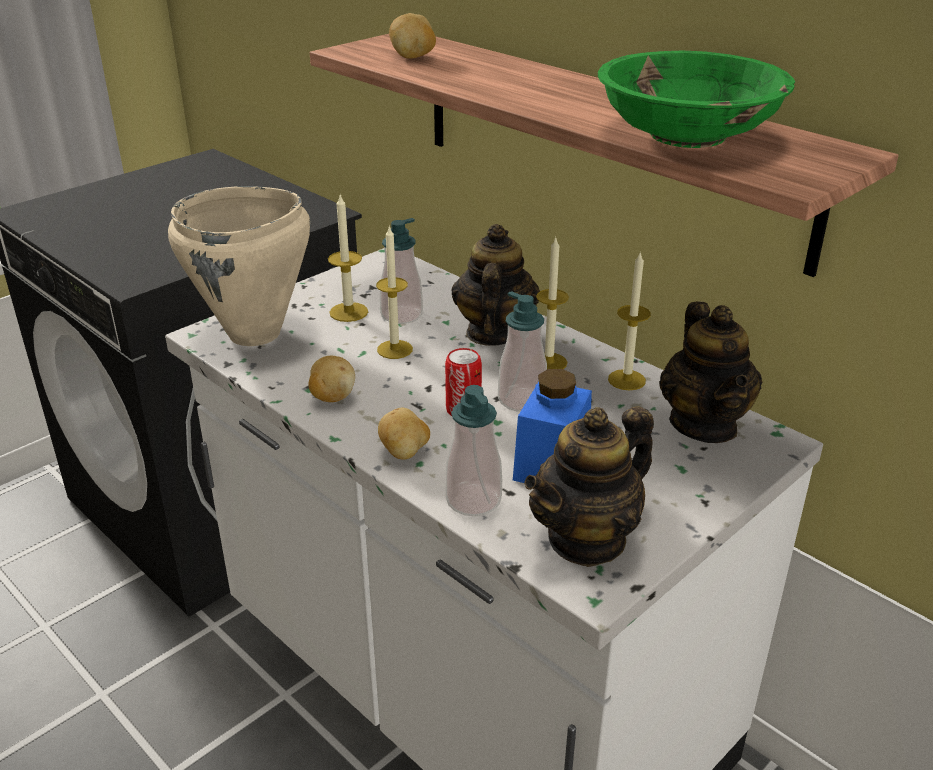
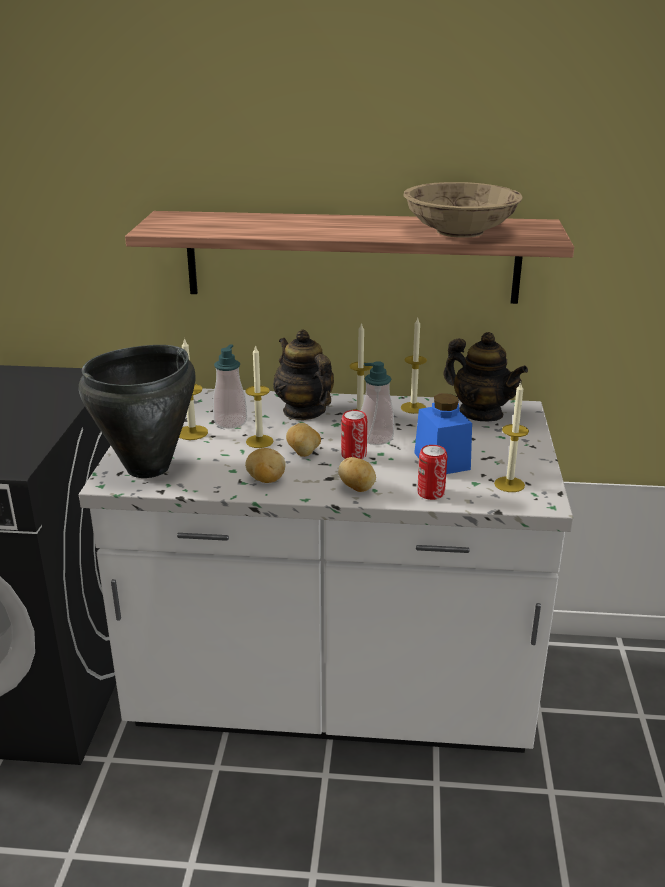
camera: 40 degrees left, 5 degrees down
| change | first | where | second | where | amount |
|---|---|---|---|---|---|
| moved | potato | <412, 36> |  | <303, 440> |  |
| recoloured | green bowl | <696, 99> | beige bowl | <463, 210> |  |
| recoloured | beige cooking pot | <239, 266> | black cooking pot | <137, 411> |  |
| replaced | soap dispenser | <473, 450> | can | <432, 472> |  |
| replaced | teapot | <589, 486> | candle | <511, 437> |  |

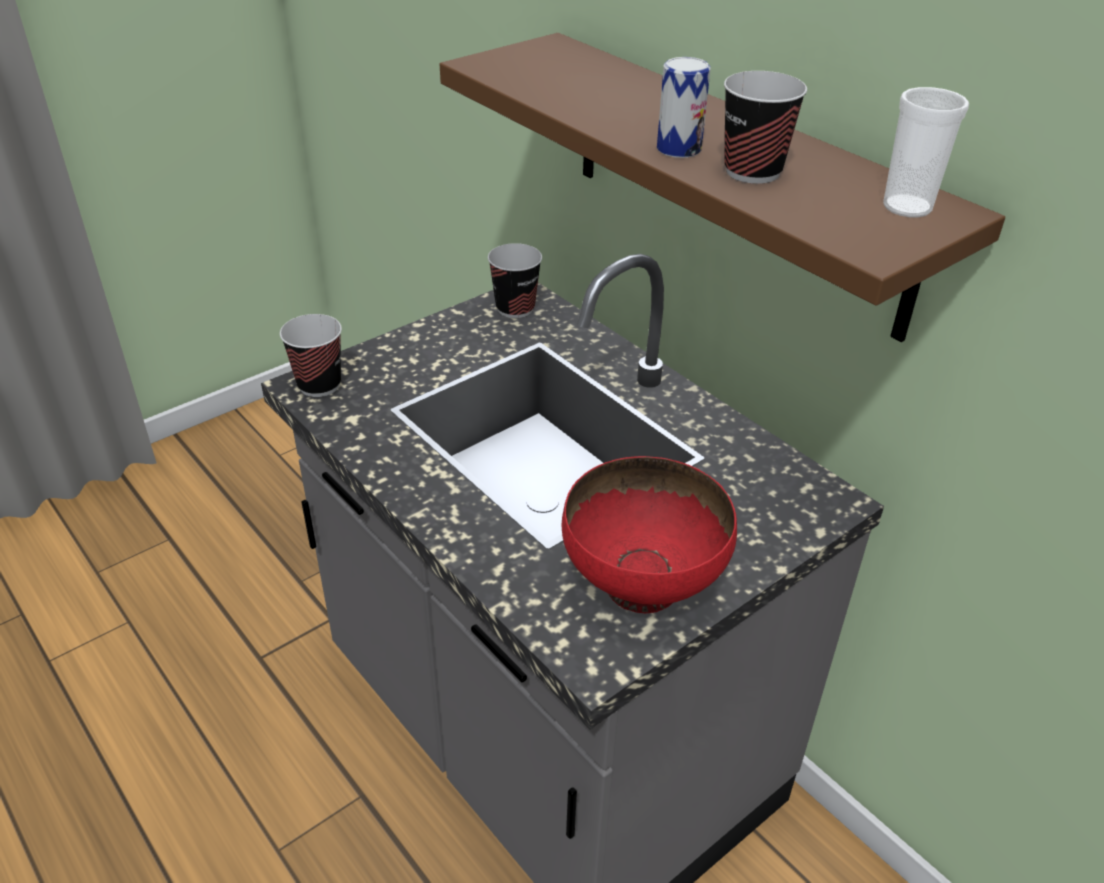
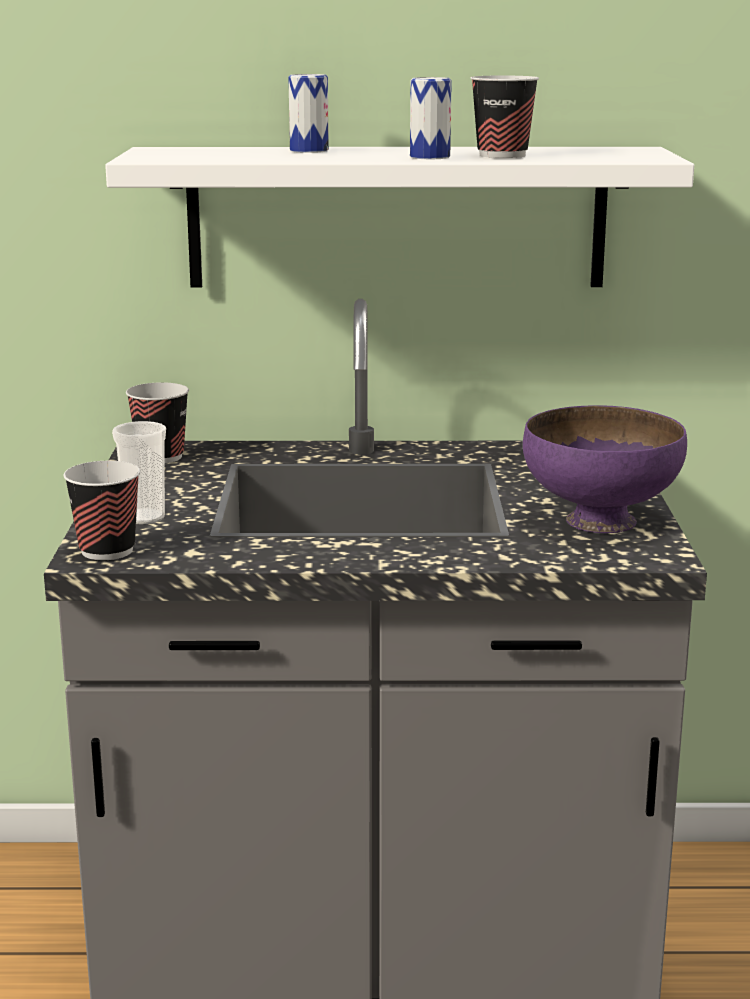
camera: 50 degrees left, 20 degrees down
| change | first | where | second | where | amount |
|---|---|---|---|---|---|
| recoloured | brown shelf | <722, 187> | white shelf | <399, 217> |  |
| moved | cup | <926, 152> |  | <139, 472> |  |
| recoloured | red bowl | <649, 534> | purple bowl | <605, 469> |  |
| added |  |  | can | <308, 113> |  |

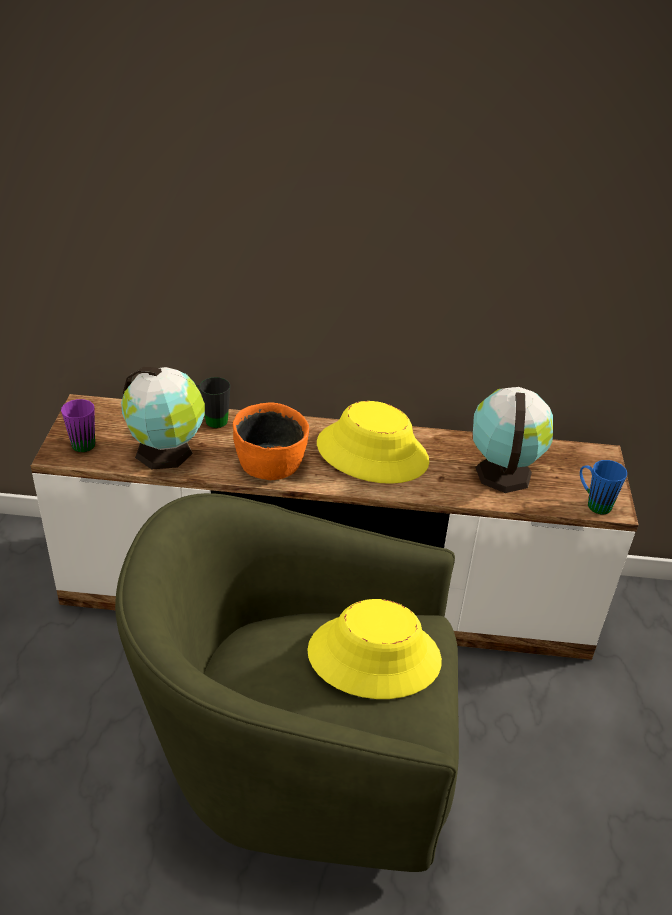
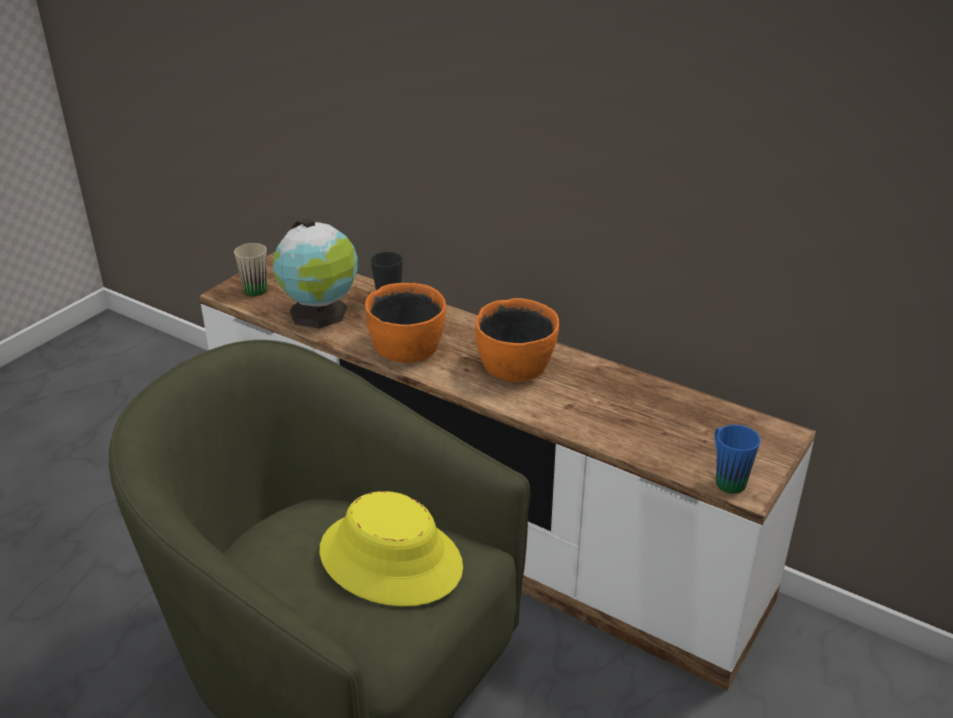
camera: 30 degrees right, 5 degrees down
| change | first | where | second | where | amount |
|---|---|---|---|---|---|
| removed | globe | <513, 440> |  |  |  |
| recoloured | purple mug | <78, 425> | beige mug | <250, 269> |  |
| replaced | yellow hat | <373, 442> | orange bowl | <517, 340> |  |

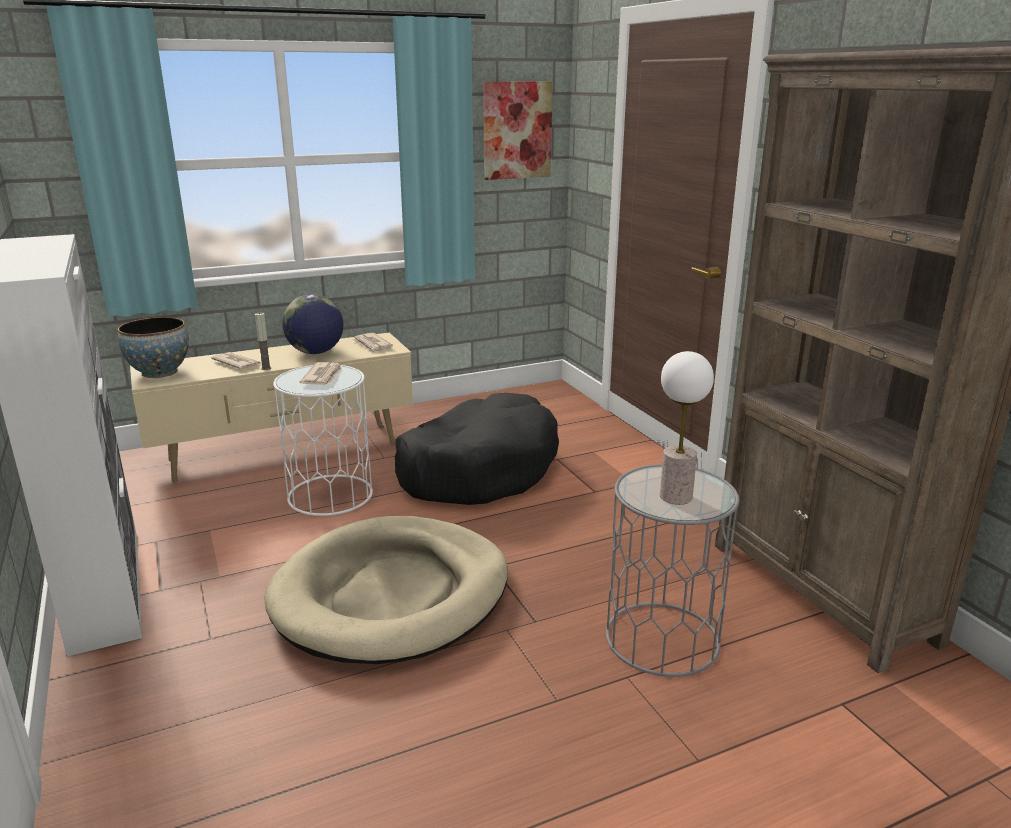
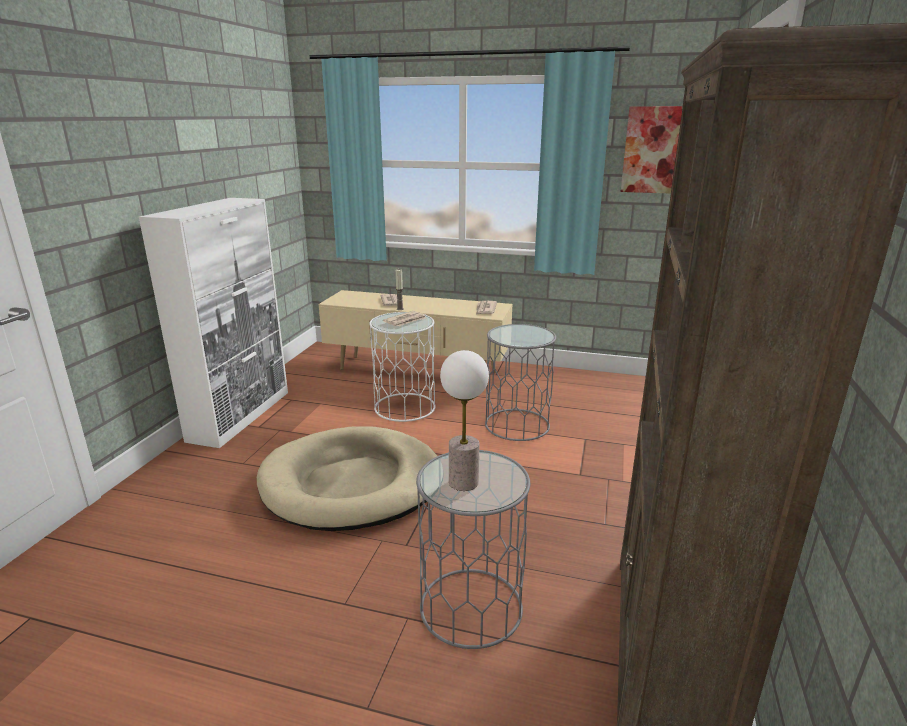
camera: 40 degrees right, 0 degrees up
| change | first | where | second | where | amount |
|---|---|---|---|---|---|
| removed | globe | <312, 324> |  |  |  |
| removed | bowl | <153, 347> |  |  |  |
| replaced | black dog bed | <477, 449> | grey side table | <520, 382> |  |

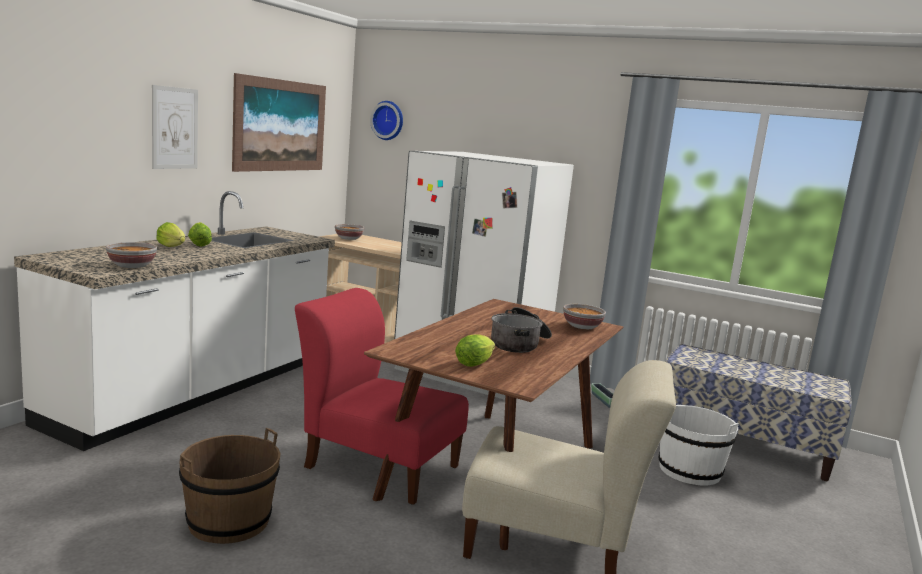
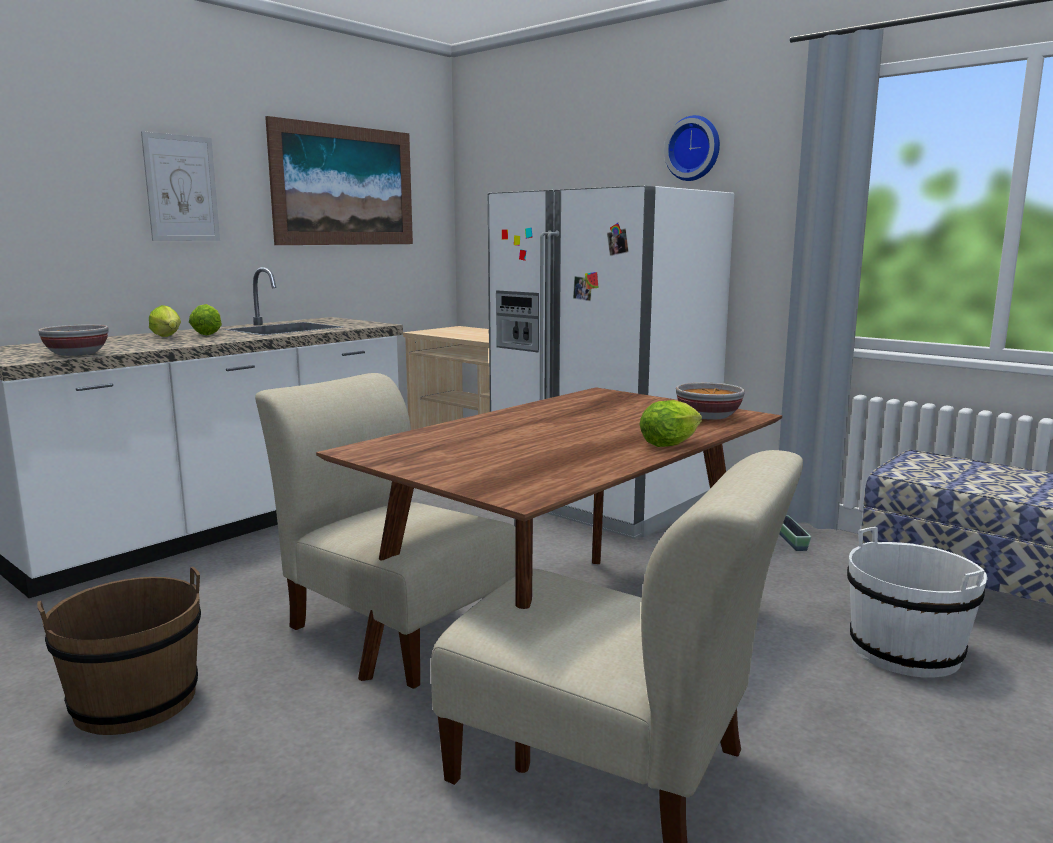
camera: 15 degrees right, 0 degrees up
| change | first | where | second | where | amount |
|---|---|---|---|---|---|
| moved | wall clock | <386, 120> |  | <692, 148> |  |
| removed | bowl | <349, 232> |  |  |  |
| recoloured | red chair | <382, 396> | beige chair | <385, 531> |  |
| removed | cooking pot | <521, 330> |  |  |  |
| moved | lettuce | <475, 350> |  | <670, 423> |  |

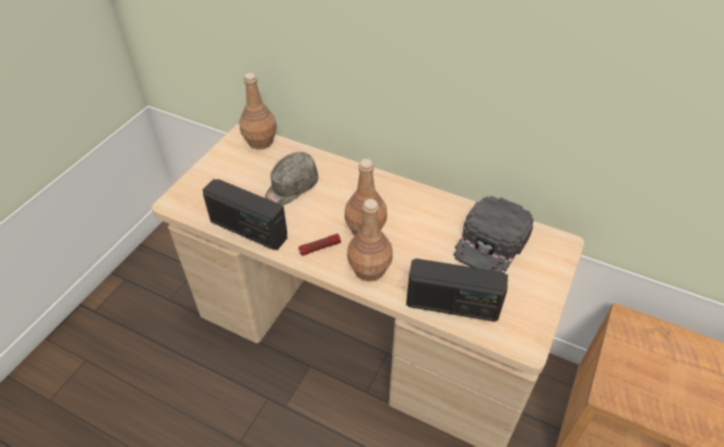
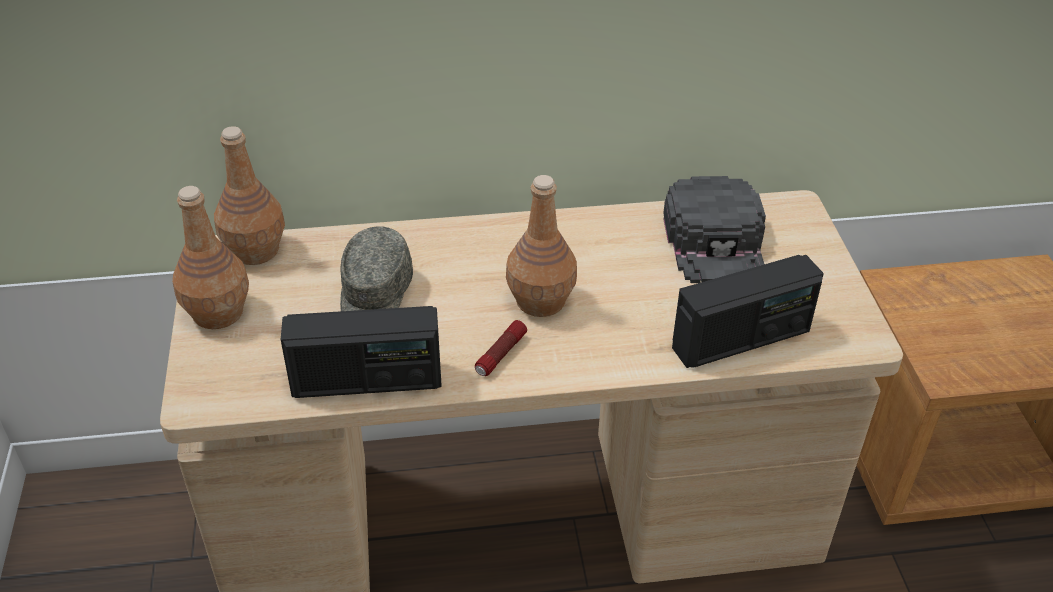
camera: 35 degrees left, 5 degrees down
| change | first | where | second | where | amount |
|---|---|---|---|---|---|
| moved | brown bottle | <370, 240> |  | <210, 257> |  |

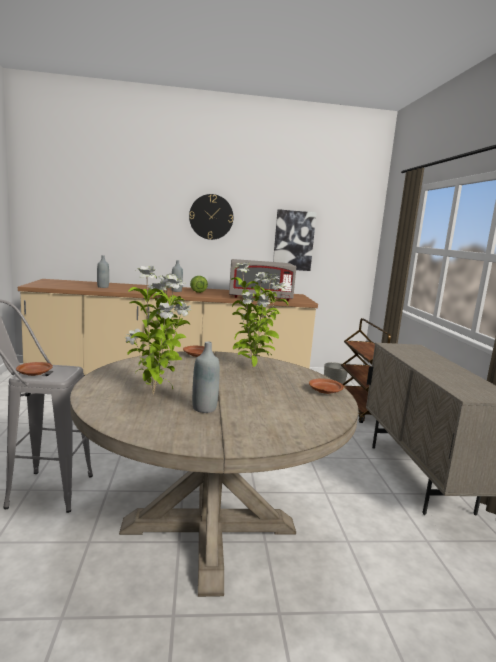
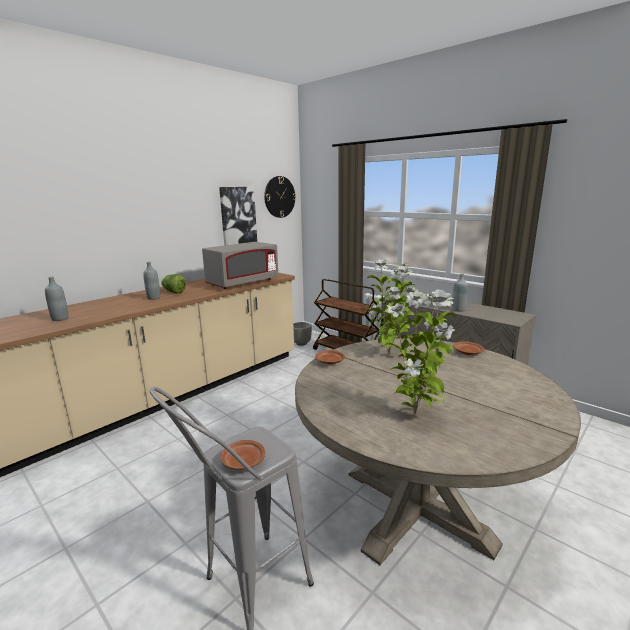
camera: 40 degrees left, 5 degrees up
| change | first | where | second | where | amount |
|---|---|---|---|---|---|
| moved | wall clock | <211, 217> |  | <280, 197> |  |
| moved | grey bottle | <206, 377> |  | <460, 293> |  |

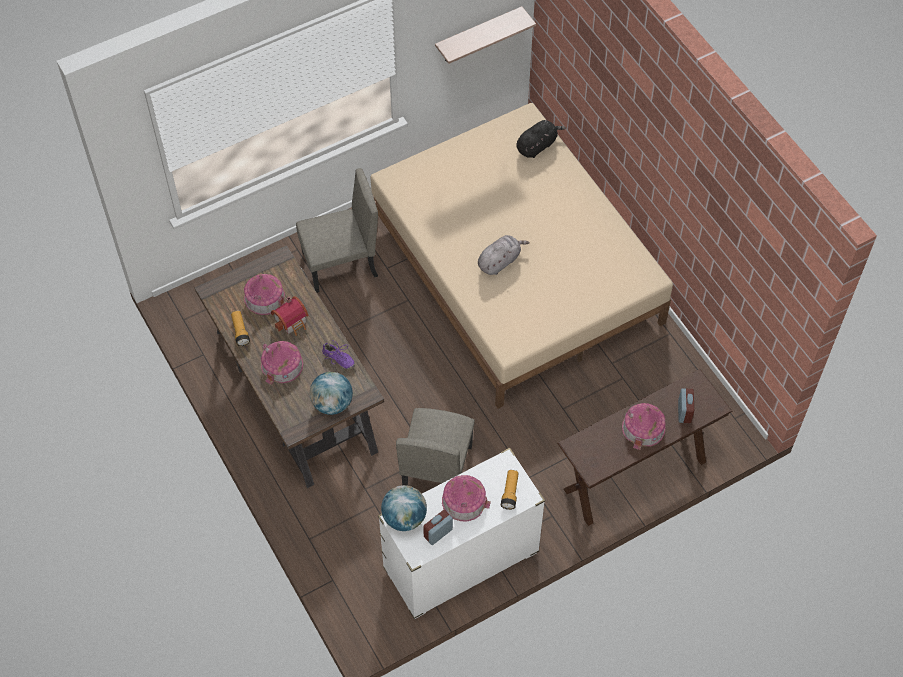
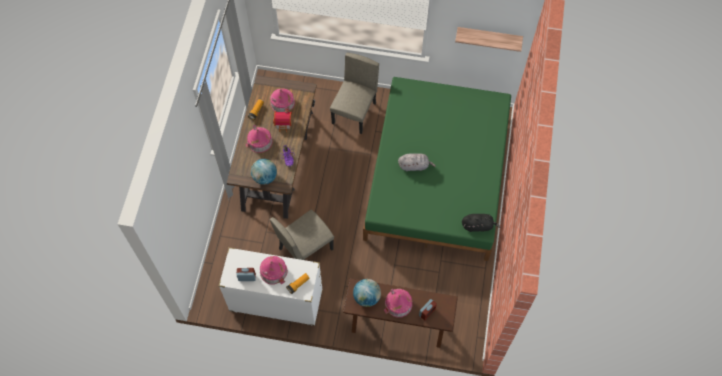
camera: 40 degrees right, 5 degrees up
| change | first | where | second | where | amount |
|---|---|---|---|---|---|
| recoloured | beige bed | <521, 255> | green bed | <437, 169> |  |
| moved | black plush toy | <541, 139> |  | <481, 223> |  |
| turned | beige chair | <337, 230> |  | <354, 93> | 90 degrees counterclockwise |
| moved | globe | <404, 508> |  | <367, 293> |  |

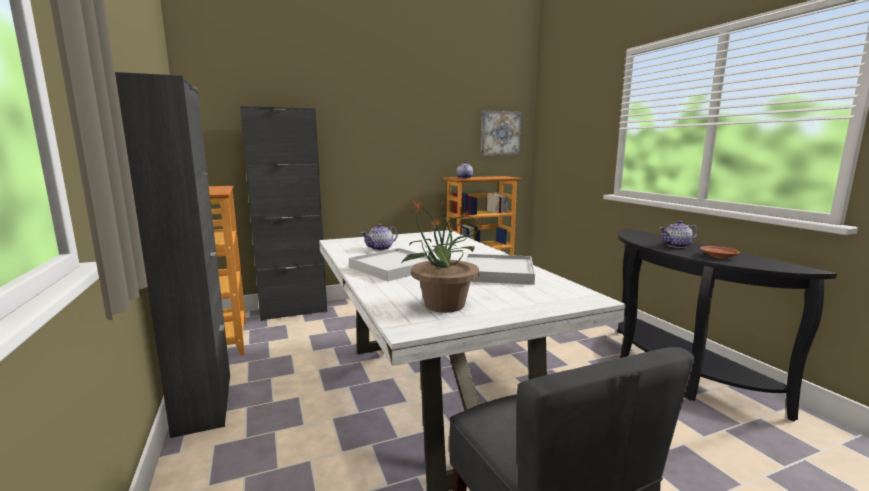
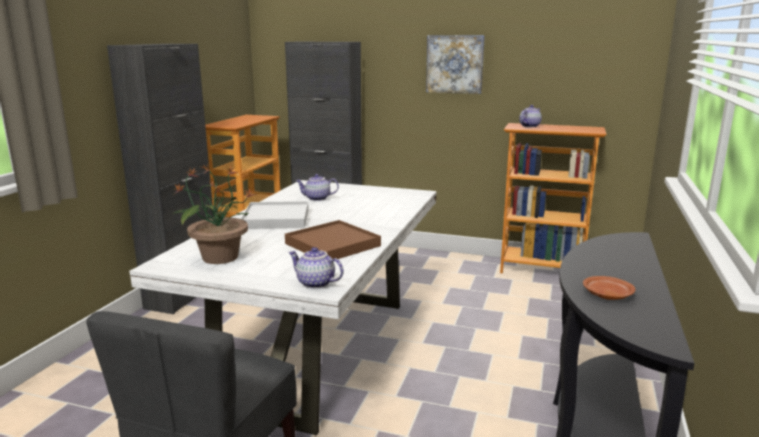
camera: 40 degrees right, 5 degrees up
| change | first | where | second | where | amount |
|---|---|---|---|---|---|
| moved | picture | <501, 132> |  | <455, 64> |  |
| moved | teapot | <679, 234> |  | <316, 268> |  |
| recoloured | white tray | <500, 269> | brown tray | <333, 239> |  |

